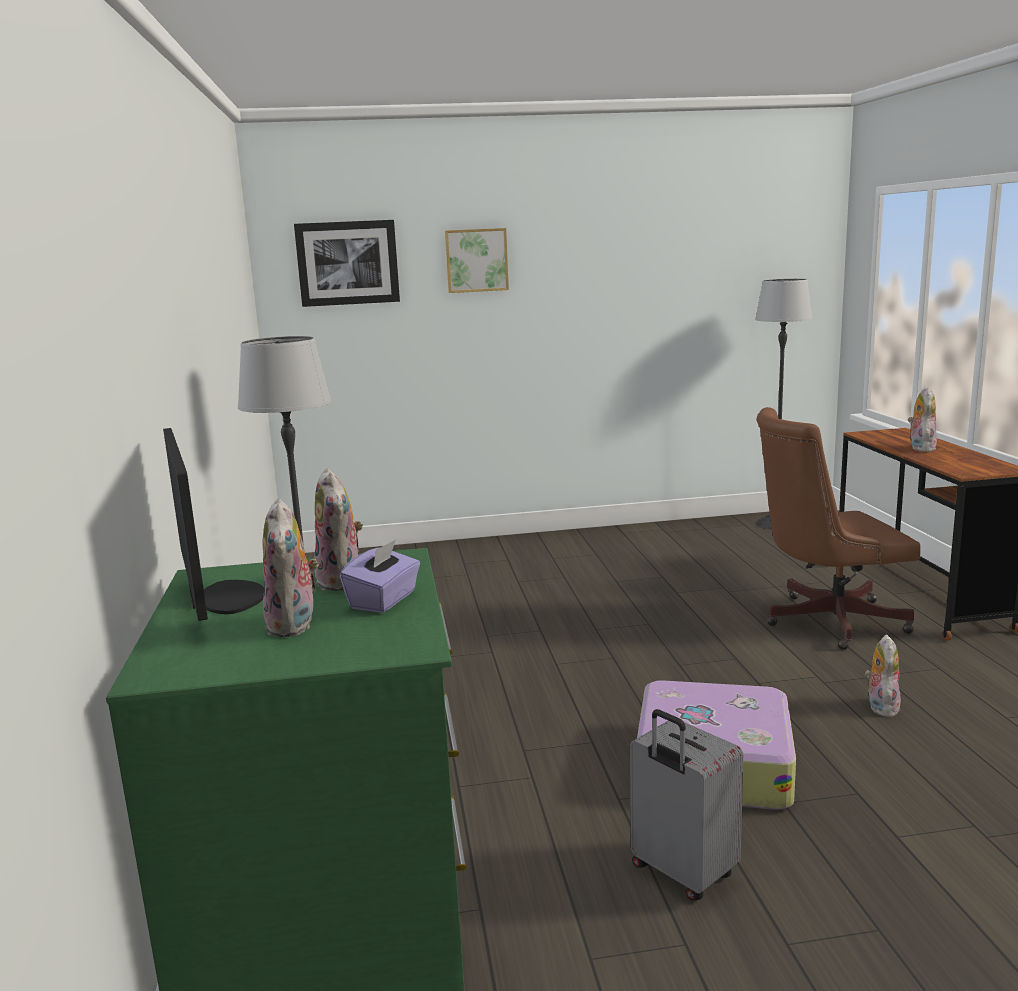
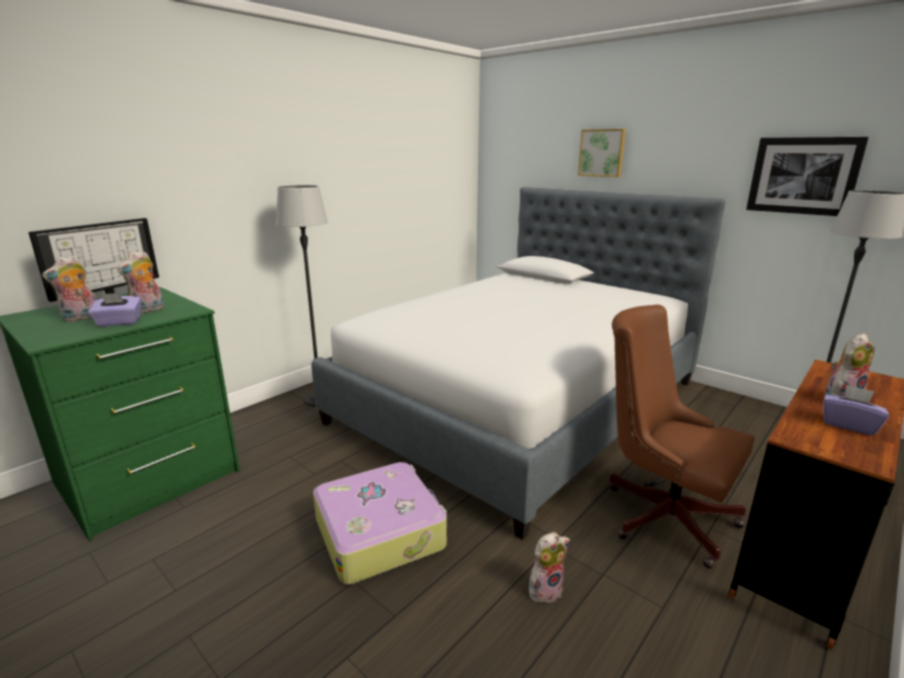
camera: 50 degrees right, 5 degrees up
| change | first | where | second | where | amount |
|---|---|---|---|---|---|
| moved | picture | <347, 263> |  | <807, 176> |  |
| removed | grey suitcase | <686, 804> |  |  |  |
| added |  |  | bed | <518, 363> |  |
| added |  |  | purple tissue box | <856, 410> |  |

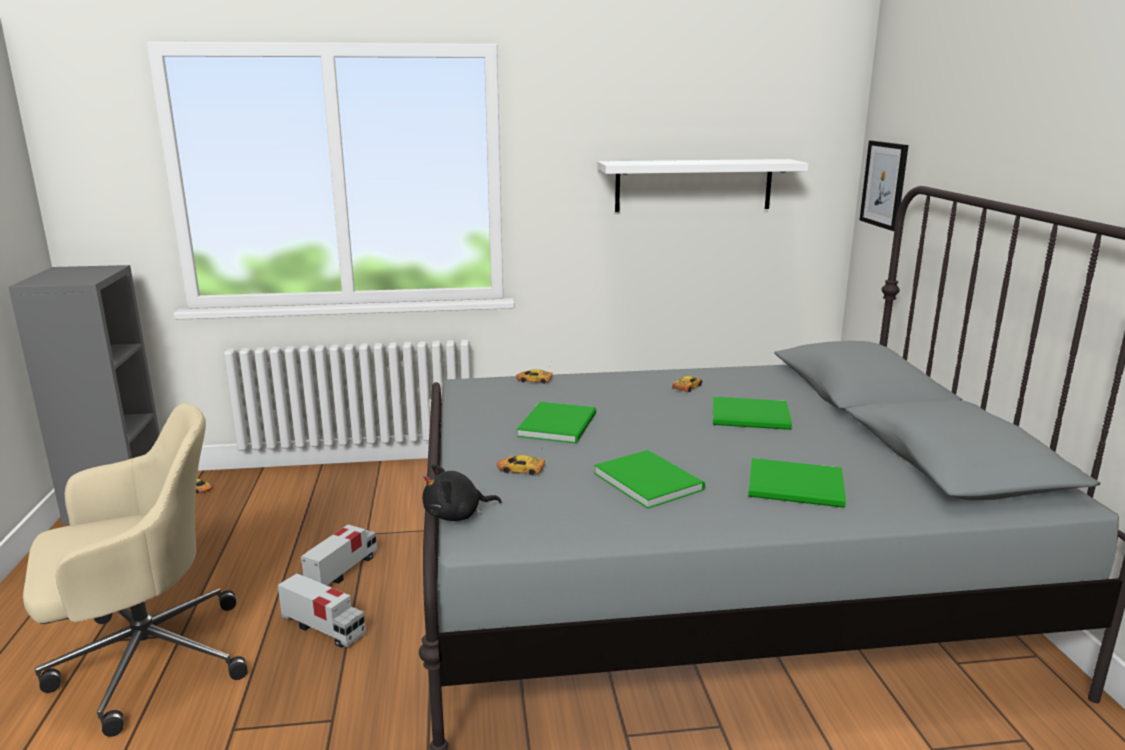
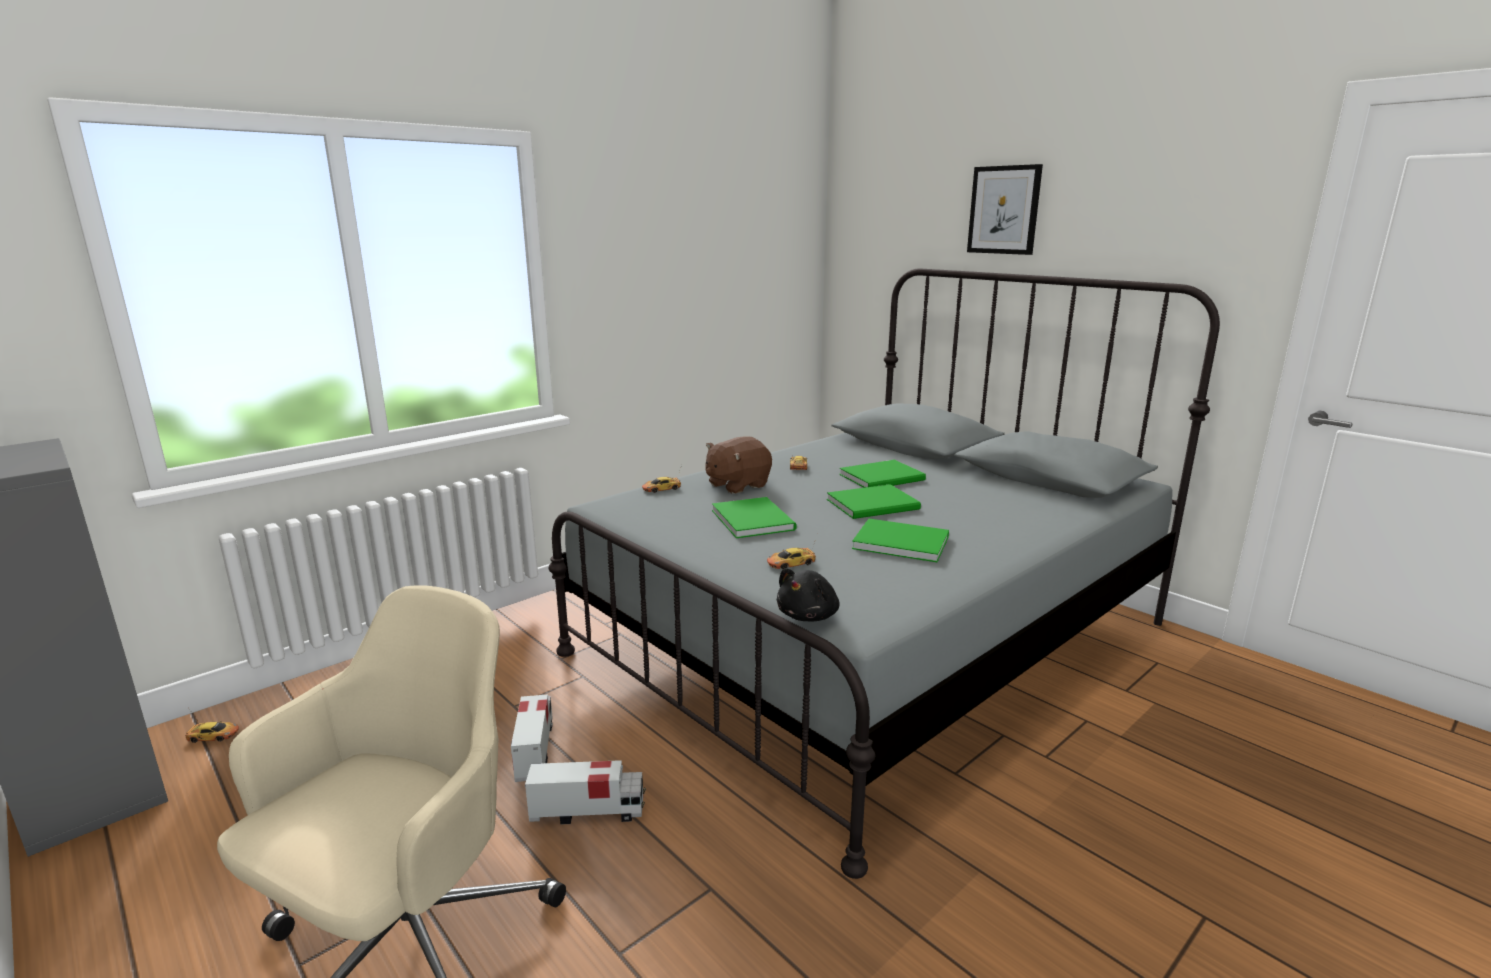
camera: 35 degrees left, 0 degrees up
| change | first | where | second | where | amount |
|---|---|---|---|---|---|
| moved | picture | <884, 186> |  | <1005, 209> |  |
| removed | white shelf | <703, 185> |  |  |  |
| moved | green book | <797, 483> |  | <874, 501> |  |
| added |  |  | brown plush toy | <738, 465> |  |

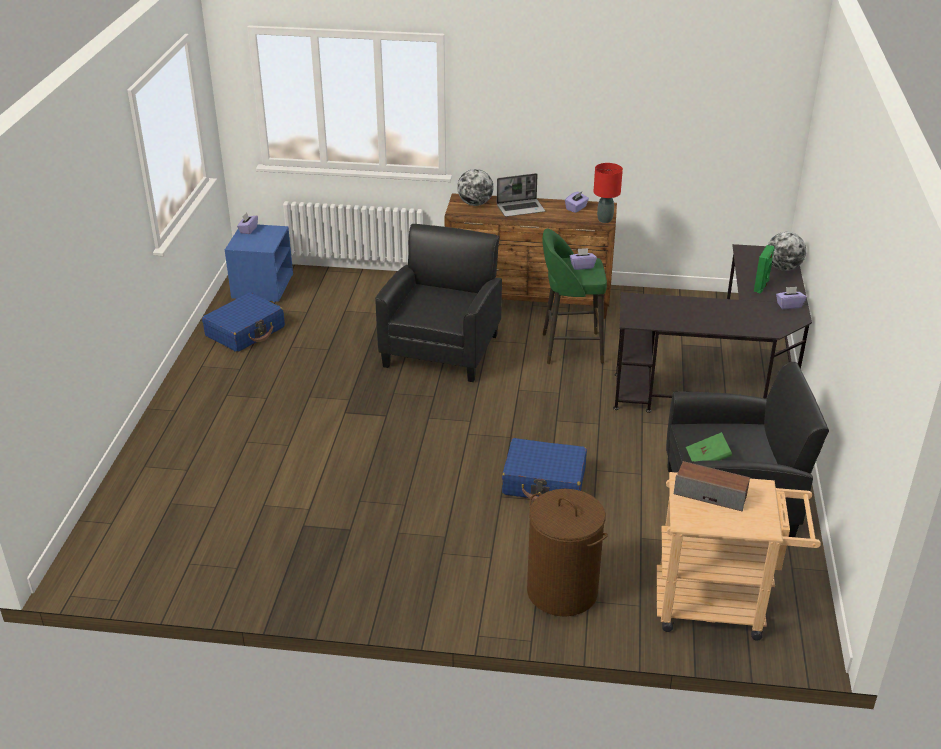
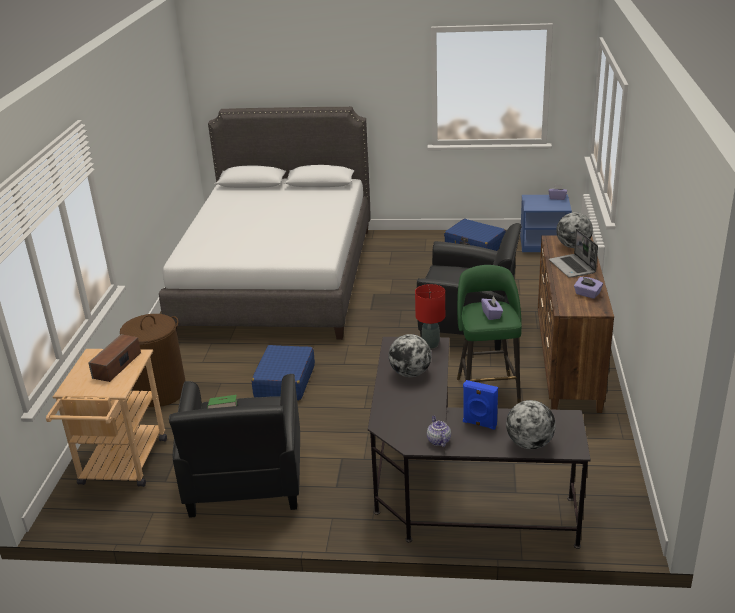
camera: 90 degrees right, 5 degrees down
| change | first | where | second | where | amount |
|---|---|---|---|---|---|
| moved | red table lamp | <608, 193> |  | <430, 316> |  |
| recoloured | green speaker | <764, 269> | blue speaker | <480, 405> |  |
| replaced | purple tissue box | <791, 298> | teapot | <439, 431> |  |
| added |  |  | white bed | <265, 223> |  |
| added |  |  | globe | <410, 355> |  |

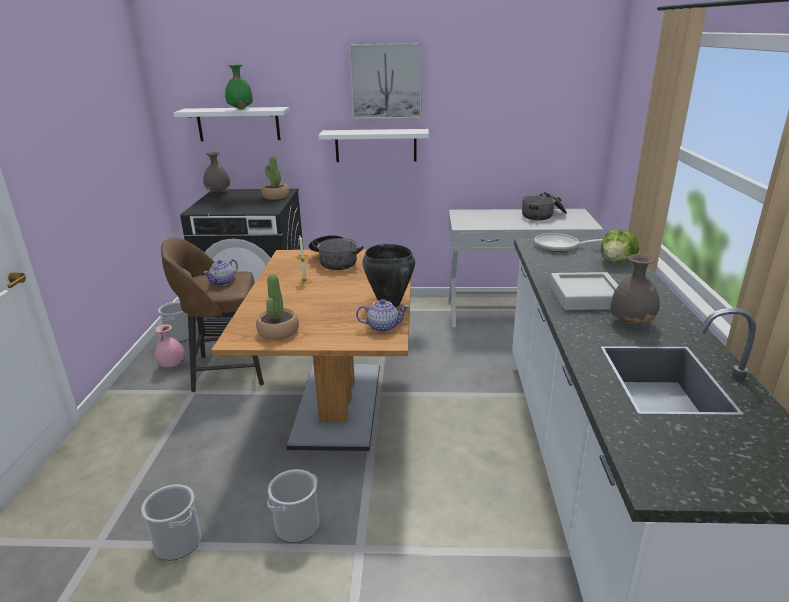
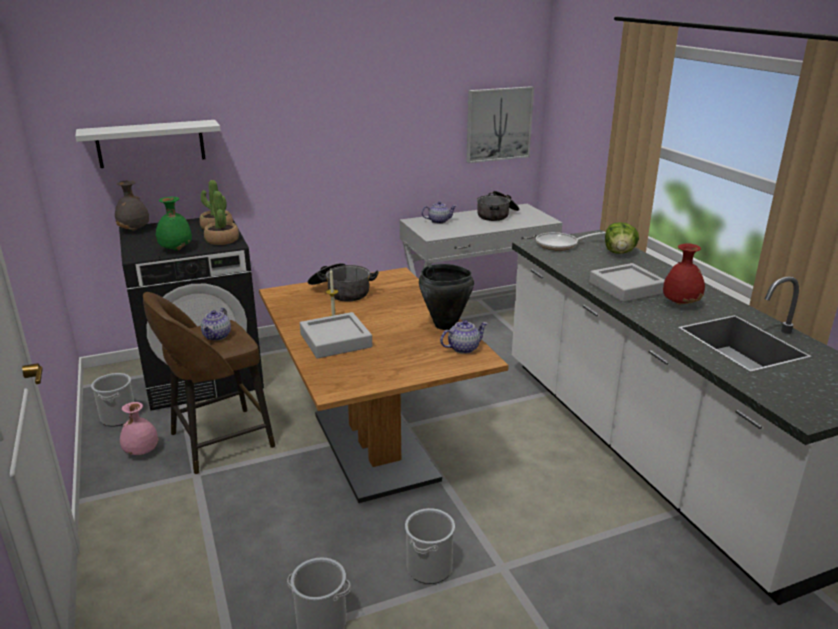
camera: 25 degrees left, 0 degrees up
| change | first | where | second | where | amount |
|---|---|---|---|---|---|
| moved | picture | <385, 81> |  | <500, 124> |  |
| moved | green vase | <239, 87> |  | <174, 224> |  |
| removed | white shelf | <373, 145> |  |  |  |
| recoloured | grey vase | <635, 289> | red vase | <684, 274> |  |
| moved | potted plant | <277, 307> |  | <221, 218> |  |
| added |  |  | teapot | <439, 212> |  |
| added |  |  | grey tray | <336, 335> |  |

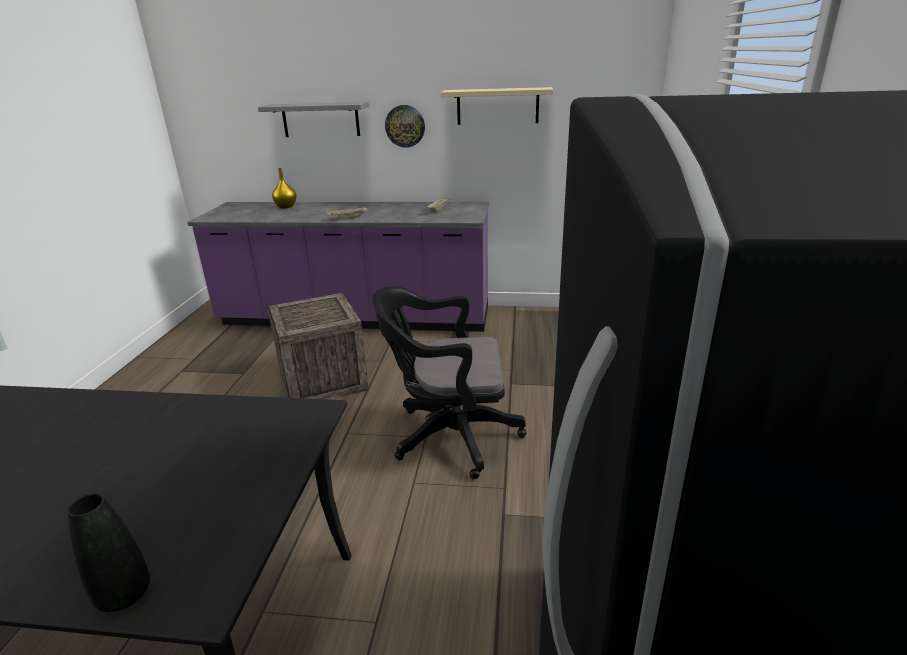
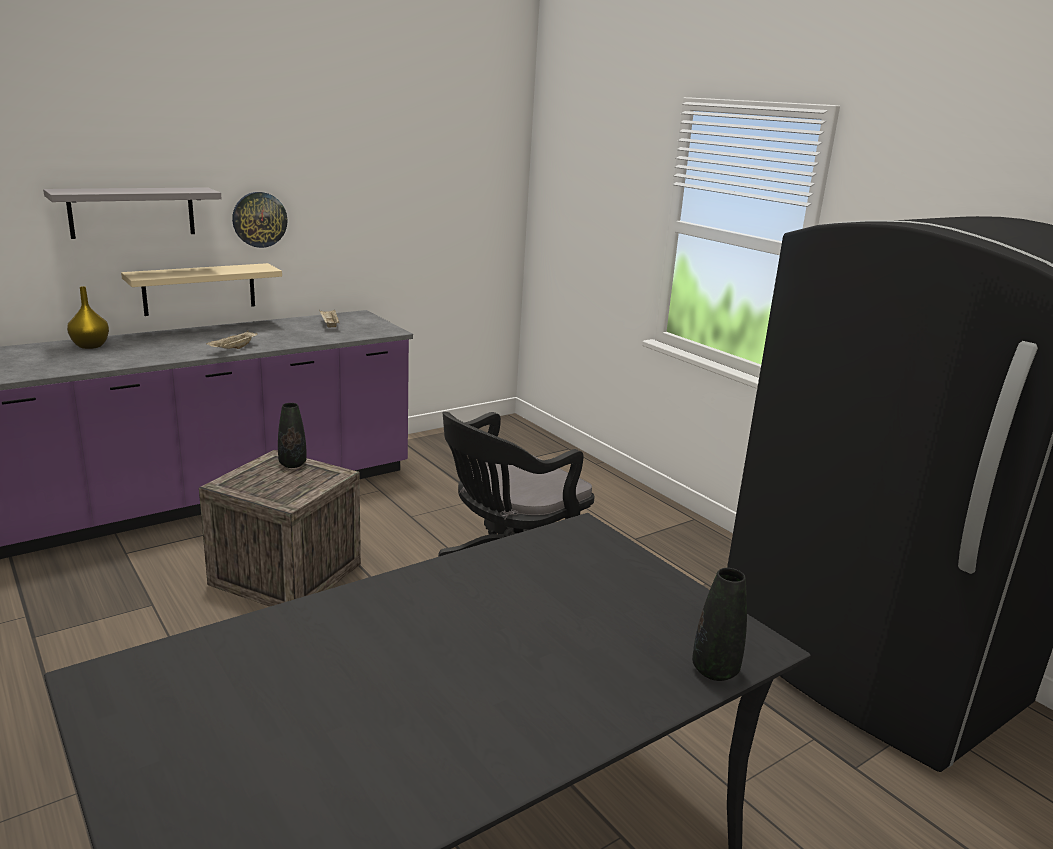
camera: 45 degrees left, 5 degrees down
| change | first | where | second | where | amount |
|---|---|---|---|---|---|
| moved | beige shelf | <496, 106> |  | <201, 289> |  |
| added |  |  | black vase | <292, 435> |  |

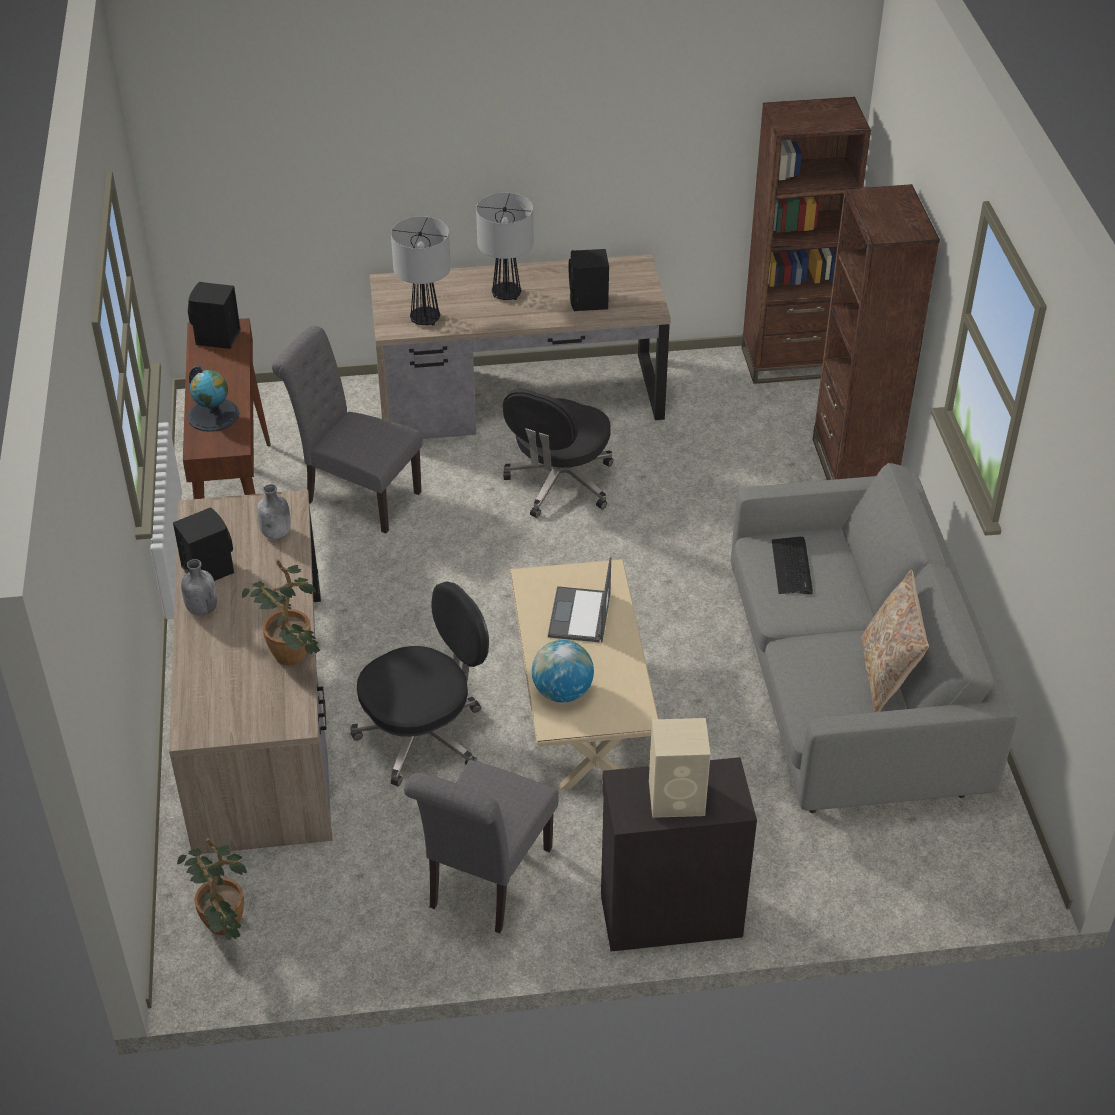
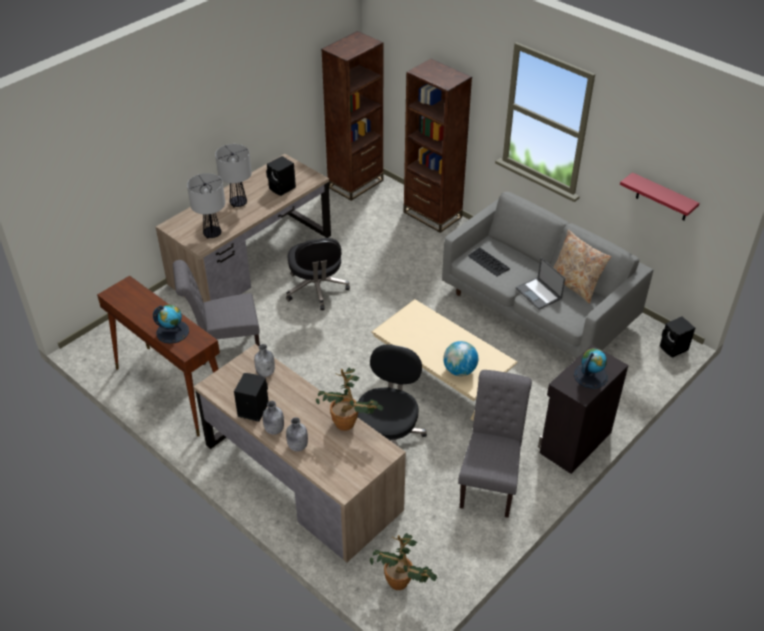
camera: 40 degrees left, 0 degrees up
| change | first | where | second | where | amount |
|---|---|---|---|---|---|
| moved | black speaker | <214, 315> |  | <677, 337> |  |
| moved | laptop | <579, 600> |  | <540, 284> |  |
| replaced | beige speaker | <680, 768> | globe | <591, 369> |  |
| turned | grey chair | <481, 846> |  | <495, 444> | 150 degrees counterclockwise |
| added |  |  | red shelf | <659, 196> |  |
| added |  |  | grey bottle | <297, 434> |  |

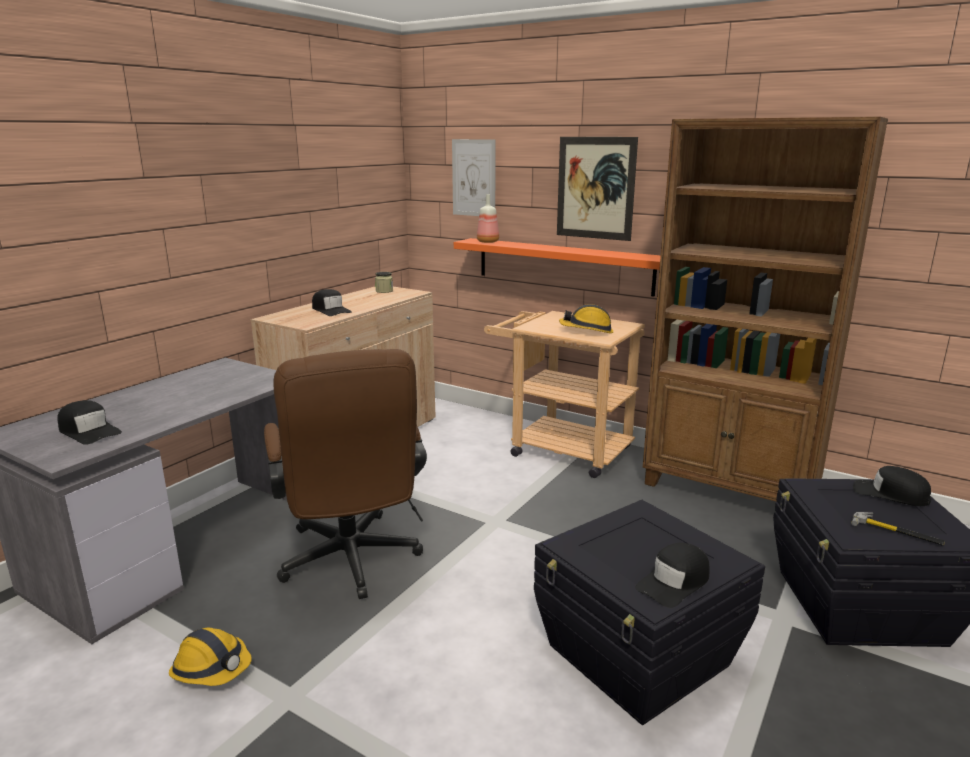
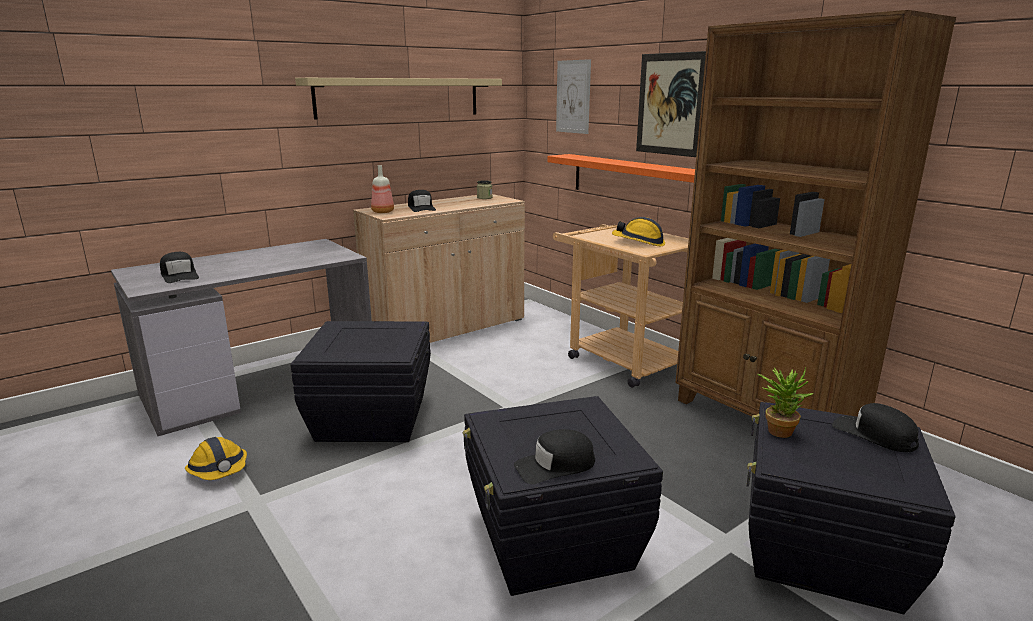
camera: 20 degrees right, 0 degrees up
| change | first | where | second | where | amount |
|---|---|---|---|---|---|
| moved | bottle | <488, 218> |  | <382, 189> |  |
| replaced | brown office chair | <345, 474> | black storage box | <360, 381> |  |
| removed | hammer | <898, 529> |  |  |  |
| added |  |  | beige shelf | <398, 99> |  |
| added |  |  | potted plant | <785, 403> |  |

